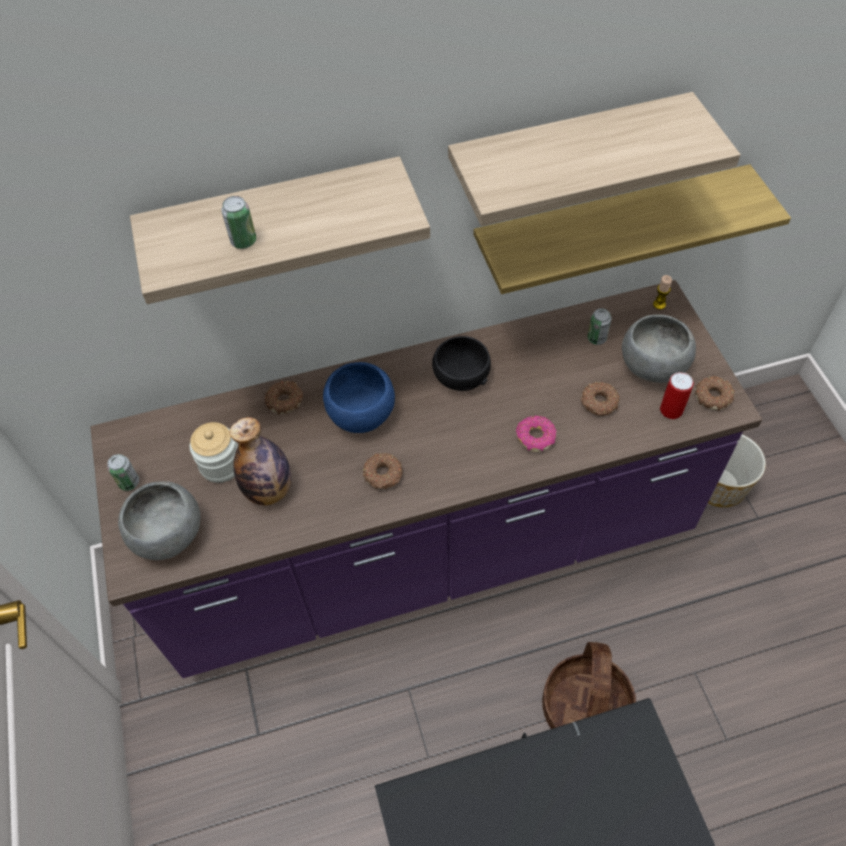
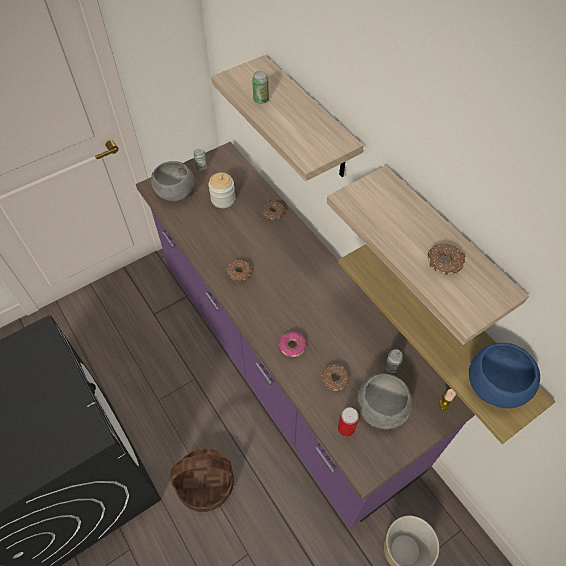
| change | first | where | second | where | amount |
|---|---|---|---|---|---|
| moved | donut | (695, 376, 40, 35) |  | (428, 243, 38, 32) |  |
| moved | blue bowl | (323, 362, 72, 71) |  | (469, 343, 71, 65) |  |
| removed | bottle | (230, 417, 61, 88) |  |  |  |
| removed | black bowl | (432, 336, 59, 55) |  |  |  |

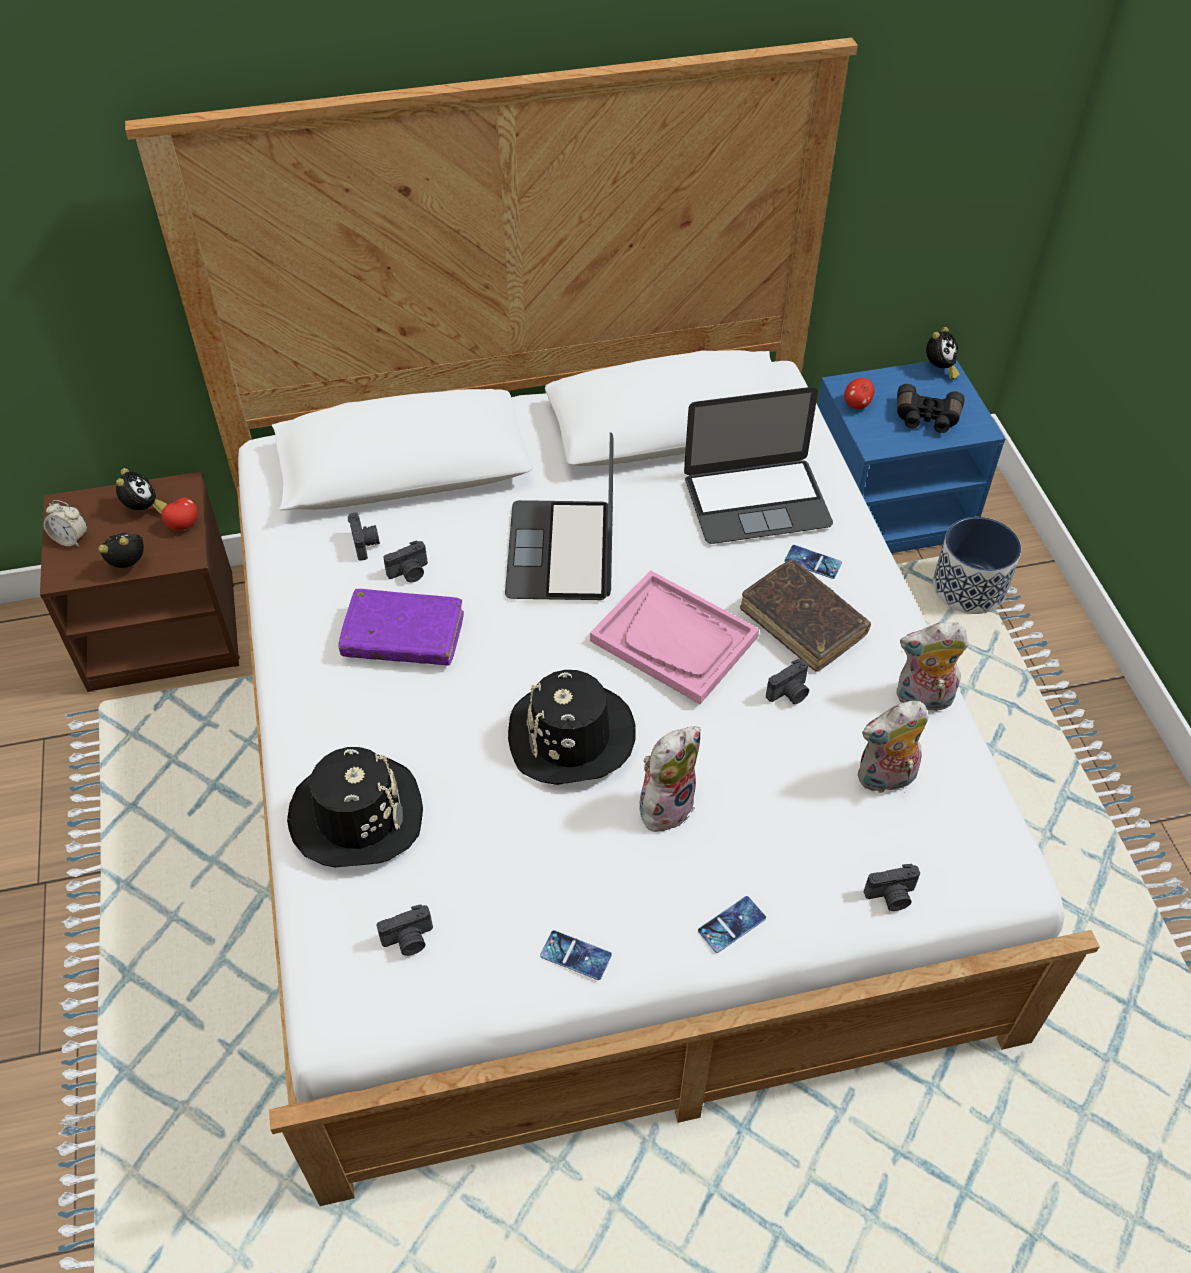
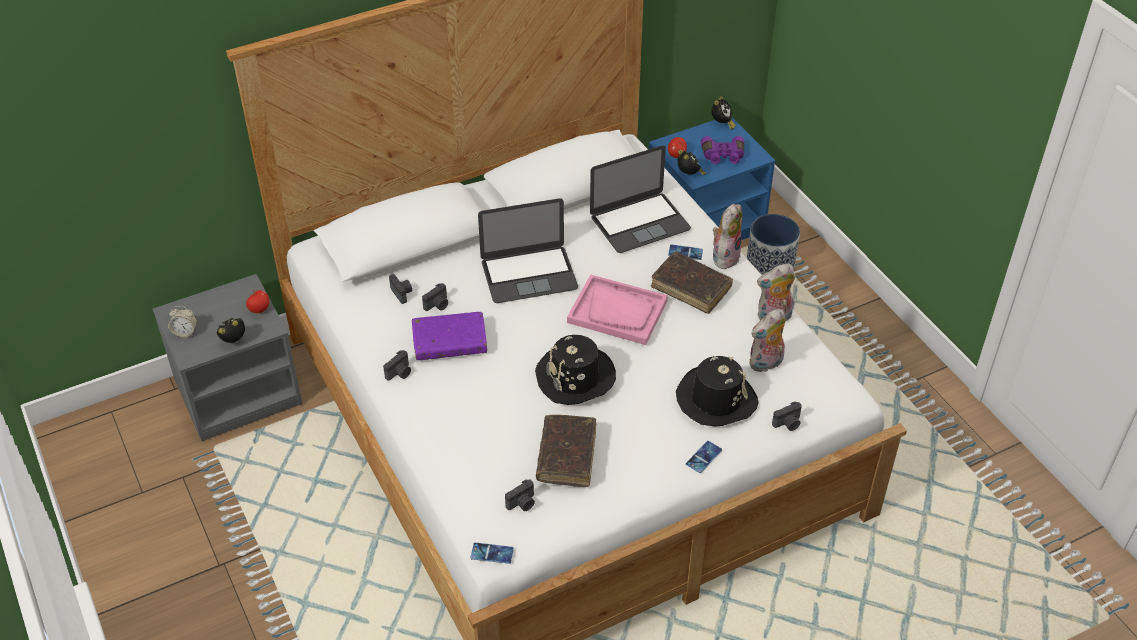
| change | first | where | second | where | amount |
|---|---|---|---|---|---|
| recoloured | brown nightstand | (40, 472, 200, 220) | grey nightstand | (153, 274, 150, 167) |  |
| moved | photo camera | (766, 659, 43, 45) |  | (383, 350, 28, 31) |  |
| moved | phone | (540, 930, 72, 50) |  | (470, 543, 44, 21) |  |
| turned | laptop | (505, 432, 109, 168) |  | (478, 198, 100, 105) | 90 degrees counterclockwise |
| added |  |  | brown book | (536, 415, 60, 72) |  |
| moved | black hat | (287, 747, 136, 120) |  | (676, 356, 83, 71) |  |
| moved | alarm clock | (116, 468, 51, 47) |  | (677, 150, 29, 25) |  |
| recoloured | black binoculars | (897, 384, 67, 49) | purple binoculars | (701, 136, 43, 28) |  |
| moved | plush toy | (639, 726, 61, 106) |  | (713, 204, 29, 65) |  |

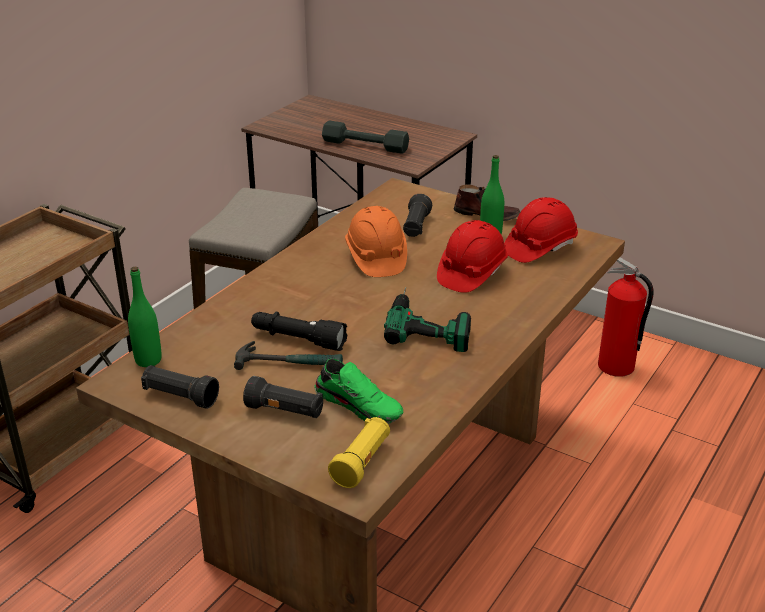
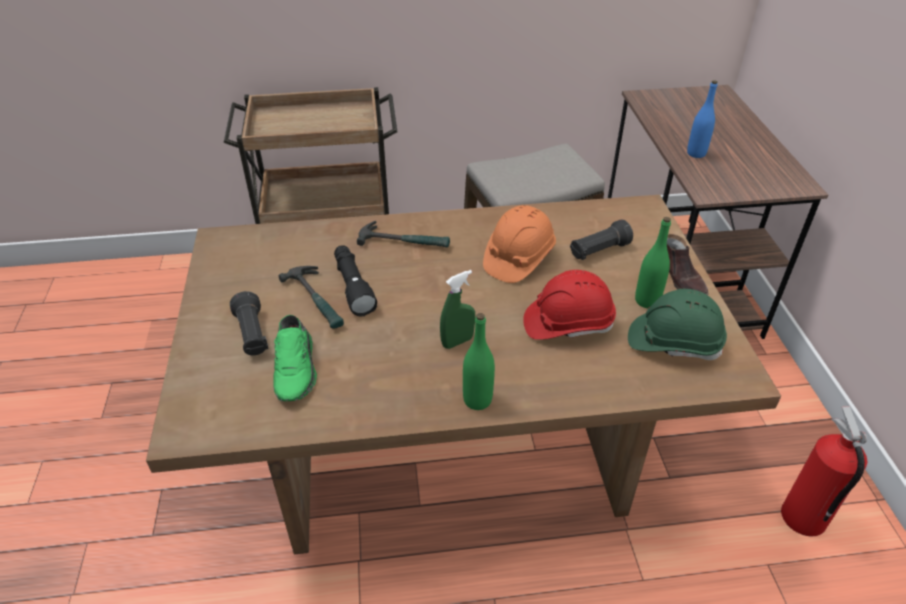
| change | first | where | second | where | amount |
|---|---|---|---|---|---|
| added |  |  | hammer | (357, 221, 93, 27) |  |
| replaced | power drill | (384, 287, 87, 65) | green spray bottle | (440, 270, 35, 79) |  |
| moved | green bottle | (128, 267, 34, 100) |  | (463, 313, 32, 97) |  |
| recoloured | red hard hat | (504, 197, 74, 66) | green hard hat | (628, 289, 99, 71) |  |
| replaced | grey dumbbell | (322, 121, 87, 33) | blue bottle | (687, 80, 31, 78) |  |
| removed | black flashlight | (141, 365, 78, 44) |  |  |  |
| removed | yellow flashlight | (328, 417, 62, 71) |  |  |  |

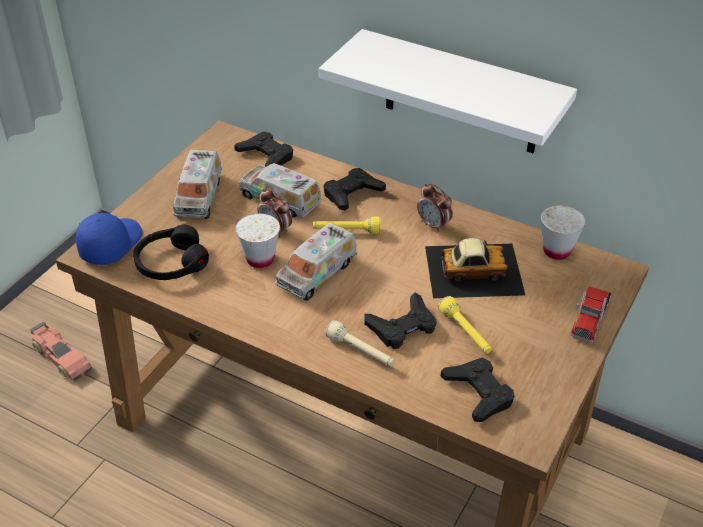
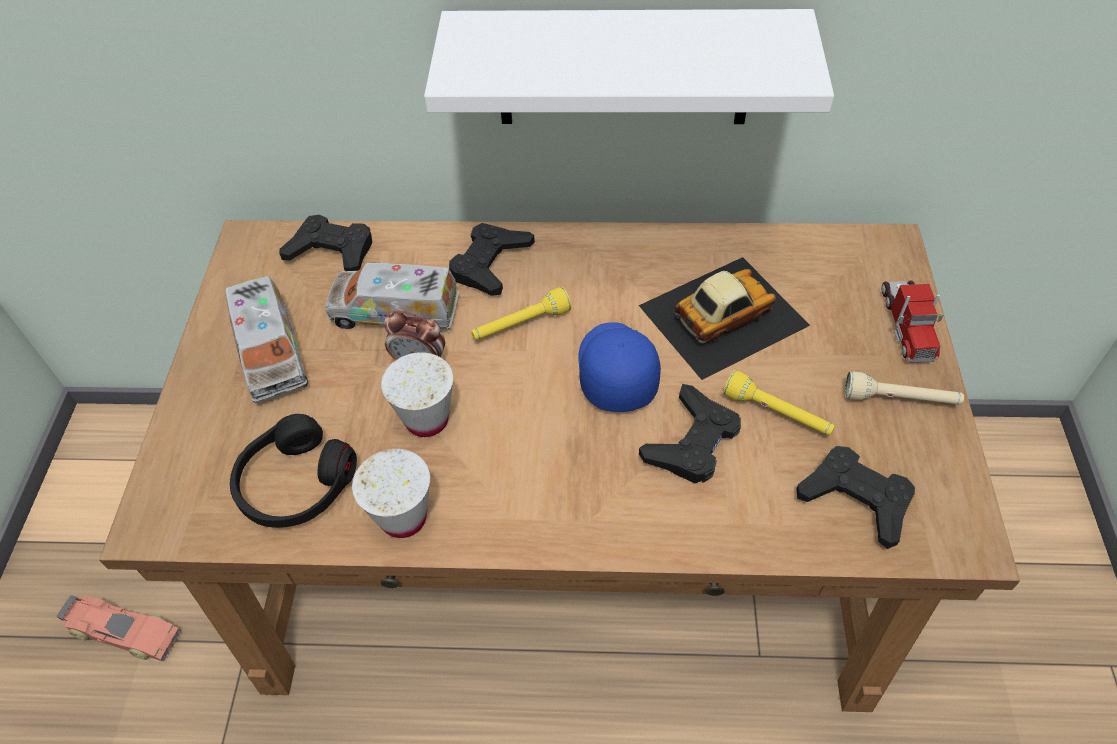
| change | first | where | second | where | amount |
|---|---|---|---|---|---|
| moved | white cup | (541, 206, 44, 54) |  | (352, 449, 78, 89) |  |
| moved | blue cap | (76, 213, 66, 52) |  | (578, 322, 83, 90) |  |
| moved | beige flashlight | (325, 320, 70, 46) |  | (845, 371, 119, 34) |  |
| removed | toy truck | (275, 223, 82, 78) |  |  |  |
| removed | alarm clock | (417, 183, 36, 50) |  |  |  |

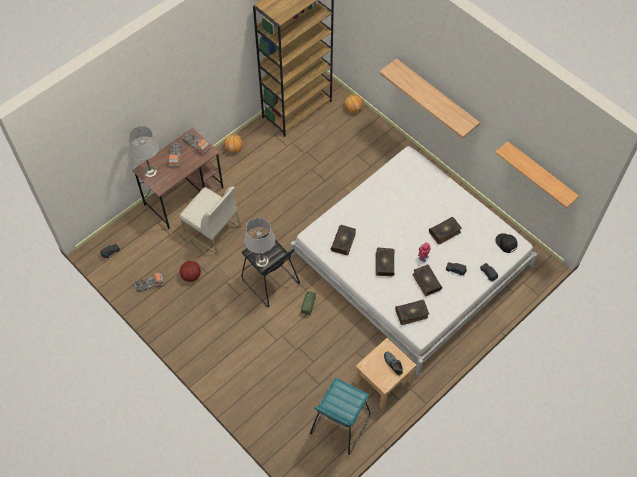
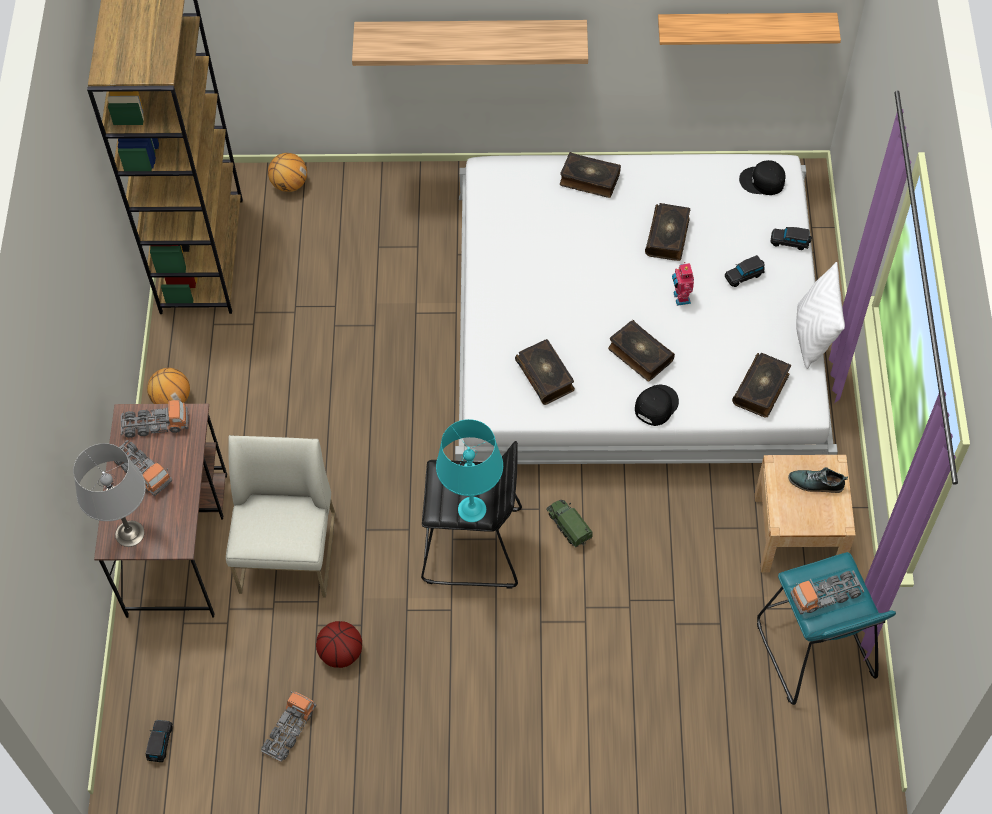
| change | first | where | second | where | amount |
|---|---|---|---|---|---|
| turned | white chair | (179, 186, 62, 69) |  | (226, 435, 109, 163) | 75 degrees counterclockwise |
| recoloured | grey table lamp | (244, 218, 31, 49) | turquoise table lamp | (436, 419, 67, 103) |  |
| moved | book | (412, 264, 30, 32) |  | (560, 152, 61, 46) |  |
| added |  |  | black cap | (635, 385, 44, 41) |  |
| added |  |  | toy truck | (790, 570, 75, 44) |  |
| added |  |  | white pillow | (796, 262, 49, 107) |  |

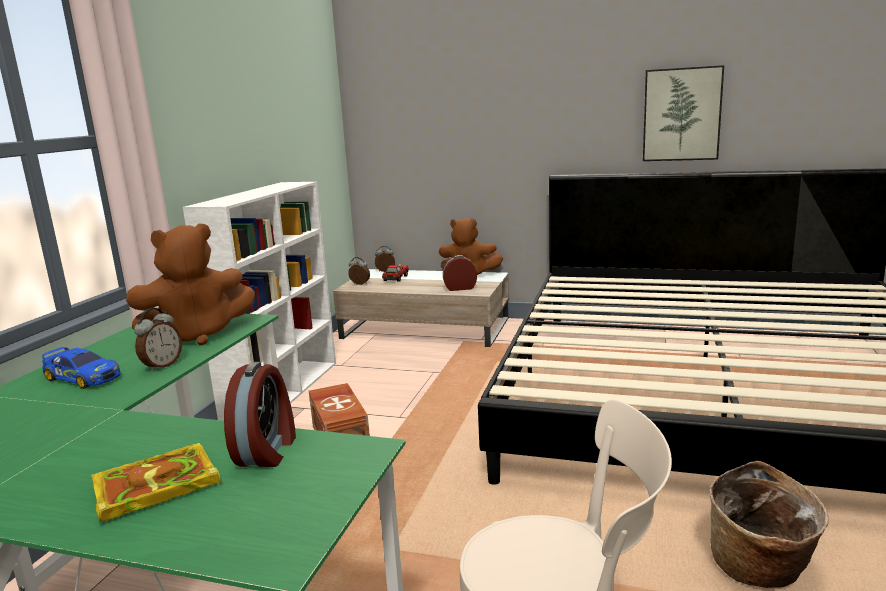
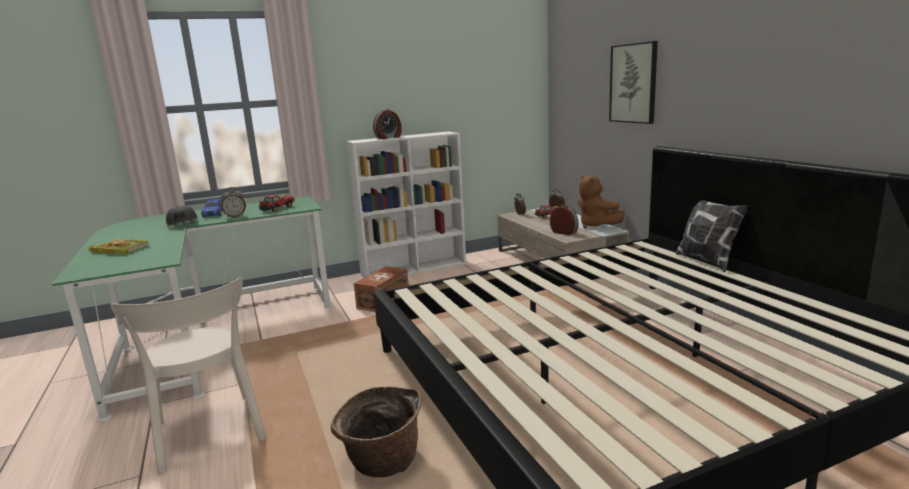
| change | first | where | second | where | amount |
|---|---|---|---|---|---|
| added |  |  | grey cap | (166, 206, 32, 21) |  |
| replaced | brown plush toy | (126, 224, 129, 121) | toy car | (259, 195, 36, 17) |  |
| moved | alarm clock | (224, 362, 72, 105) |  | (373, 109, 29, 30) |  |
| moved | picture | (643, 65, 81, 96) |  | (609, 41, 49, 83) |  |
| added |  |  | pillow | (676, 200, 72, 72) |  |

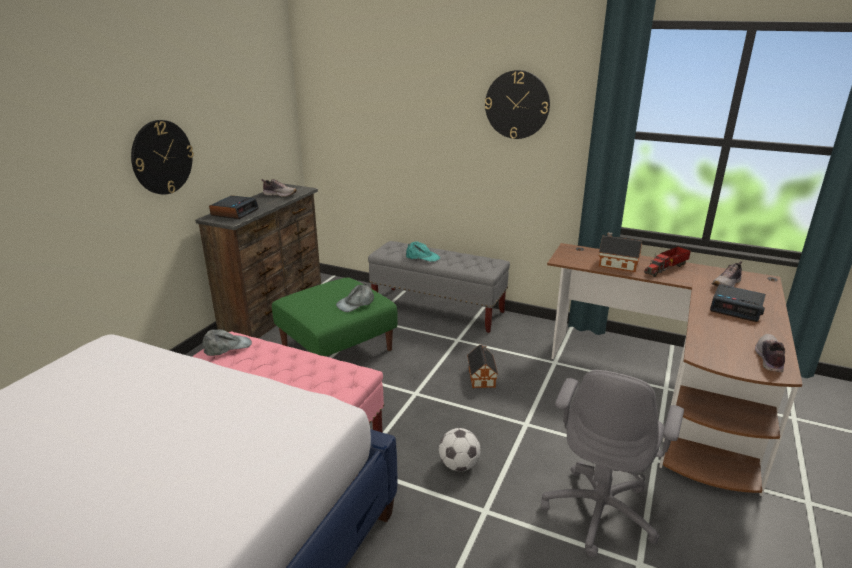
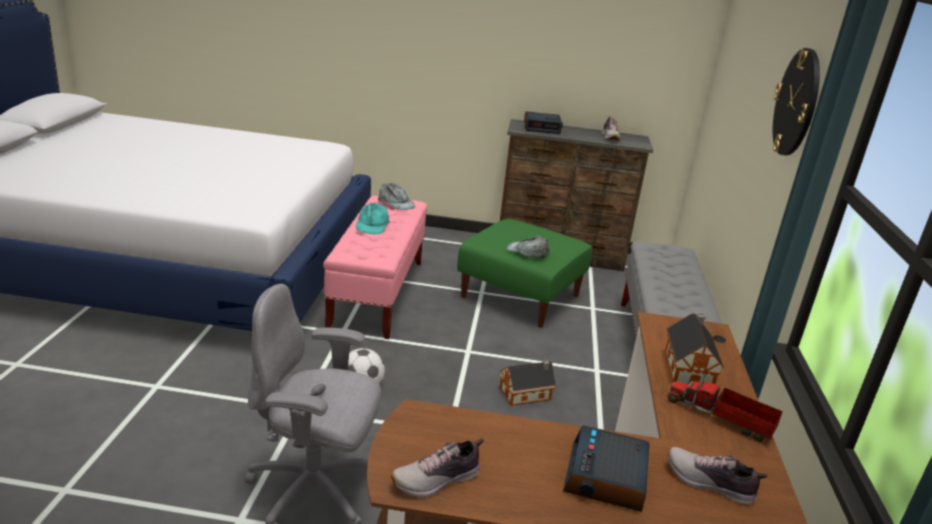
| change | first | where | second | where | amount |
|---|---|---|---|---|---|
| moved | turquoise cap | (406, 241, 34, 21) |  | (356, 202, 34, 32) |  |
| turned | shoe | (755, 334, 30, 38) |  | (391, 438, 93, 60) | 150 degrees clockwise |
| removed | wall clock | (131, 120, 63, 75) |  |  |  |

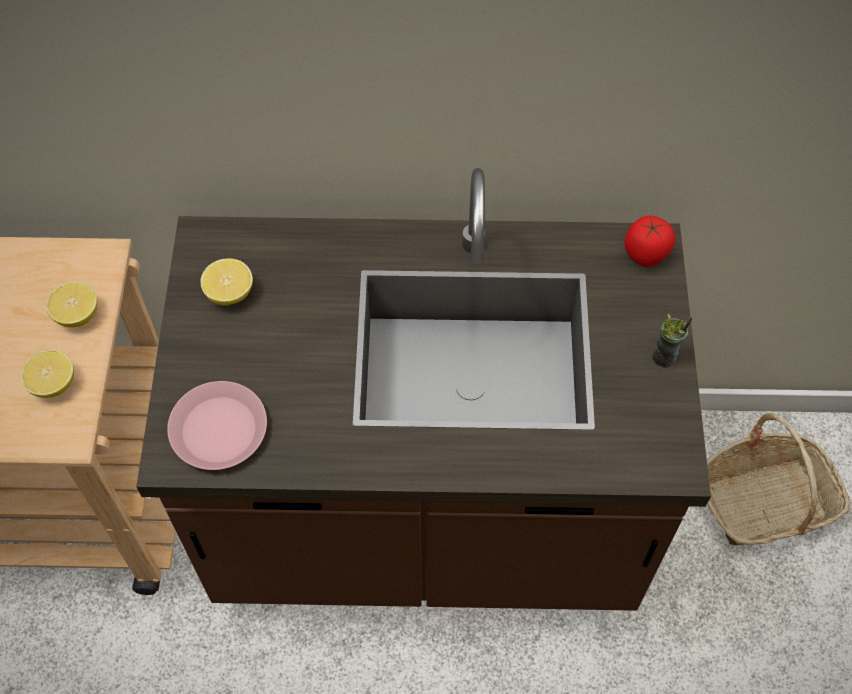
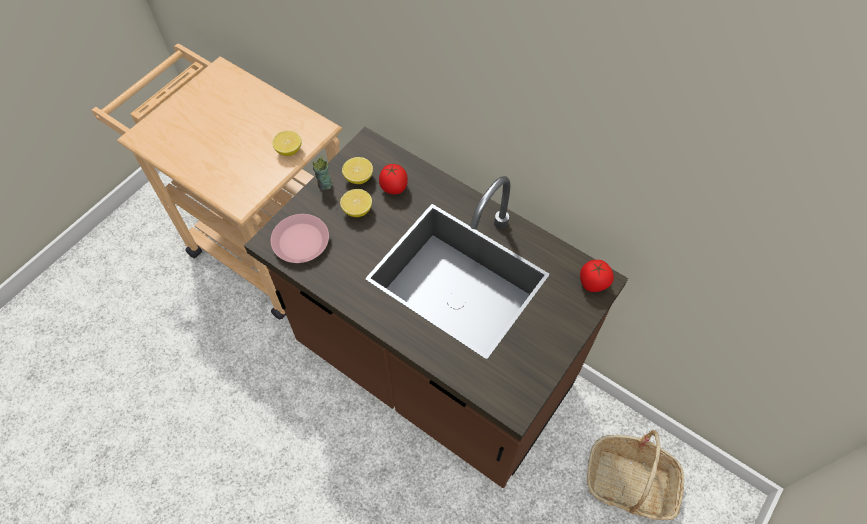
| change | first | where | second | where | amount |
|---|---|---|---|---|---|
| moved | cup | (652, 314, 41, 54) |  | (313, 156, 19, 34) |  |
| moved | lemon | (20, 350, 54, 48) |  | (340, 189, 32, 28) |  |
| added |  |  | tomato | (379, 164, 29, 31) |  |

